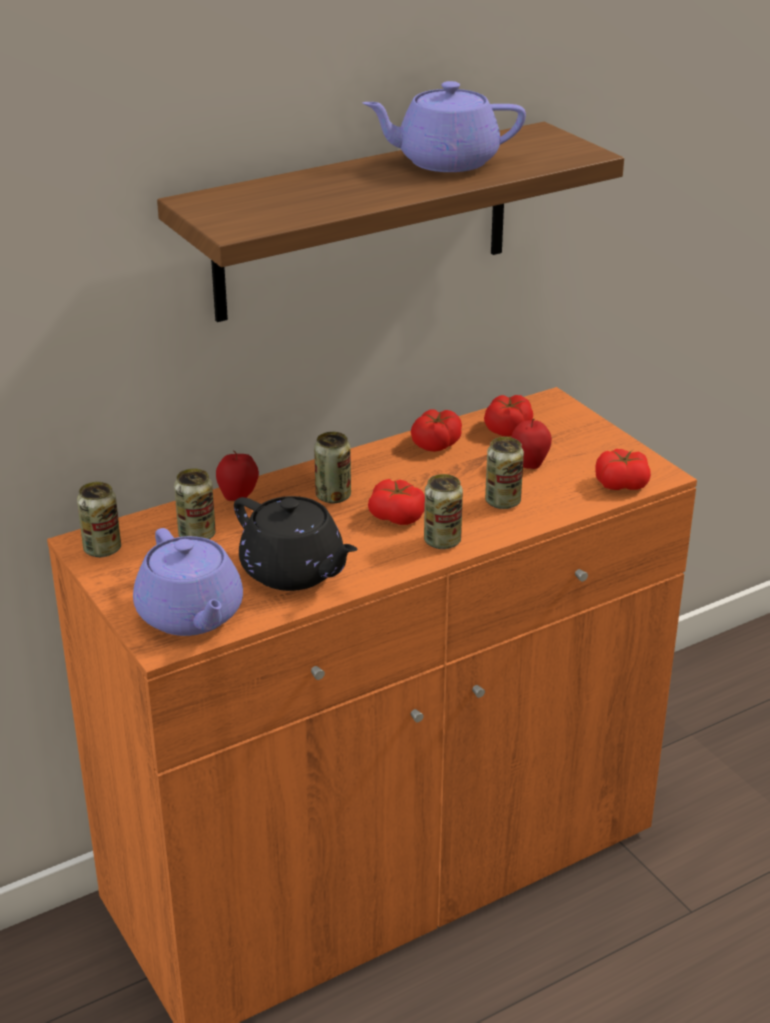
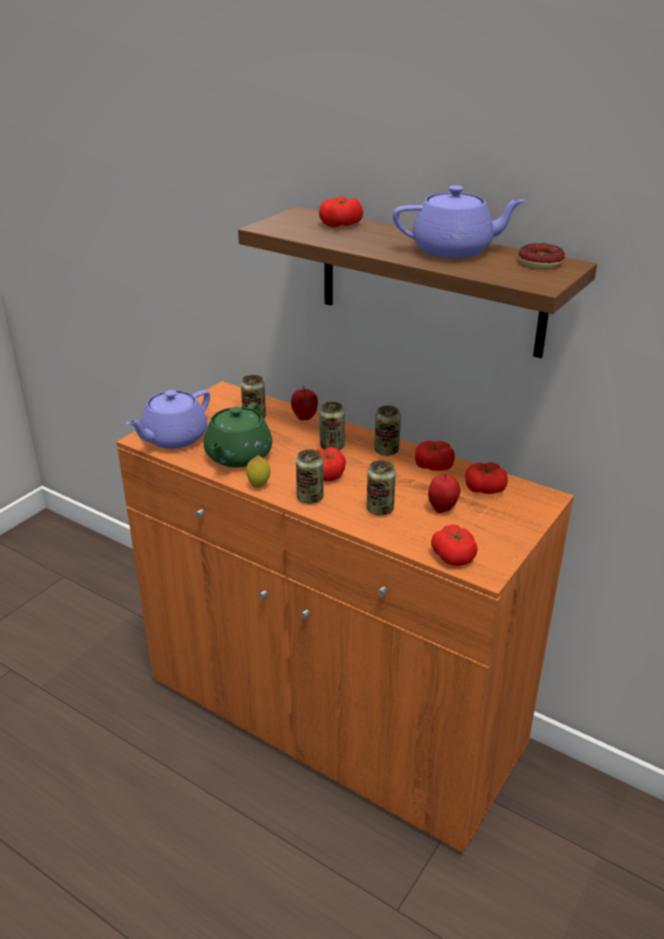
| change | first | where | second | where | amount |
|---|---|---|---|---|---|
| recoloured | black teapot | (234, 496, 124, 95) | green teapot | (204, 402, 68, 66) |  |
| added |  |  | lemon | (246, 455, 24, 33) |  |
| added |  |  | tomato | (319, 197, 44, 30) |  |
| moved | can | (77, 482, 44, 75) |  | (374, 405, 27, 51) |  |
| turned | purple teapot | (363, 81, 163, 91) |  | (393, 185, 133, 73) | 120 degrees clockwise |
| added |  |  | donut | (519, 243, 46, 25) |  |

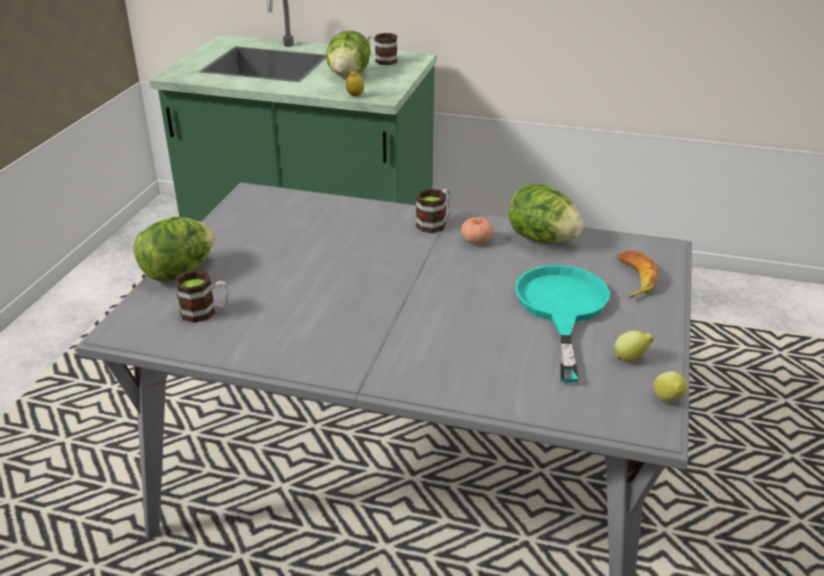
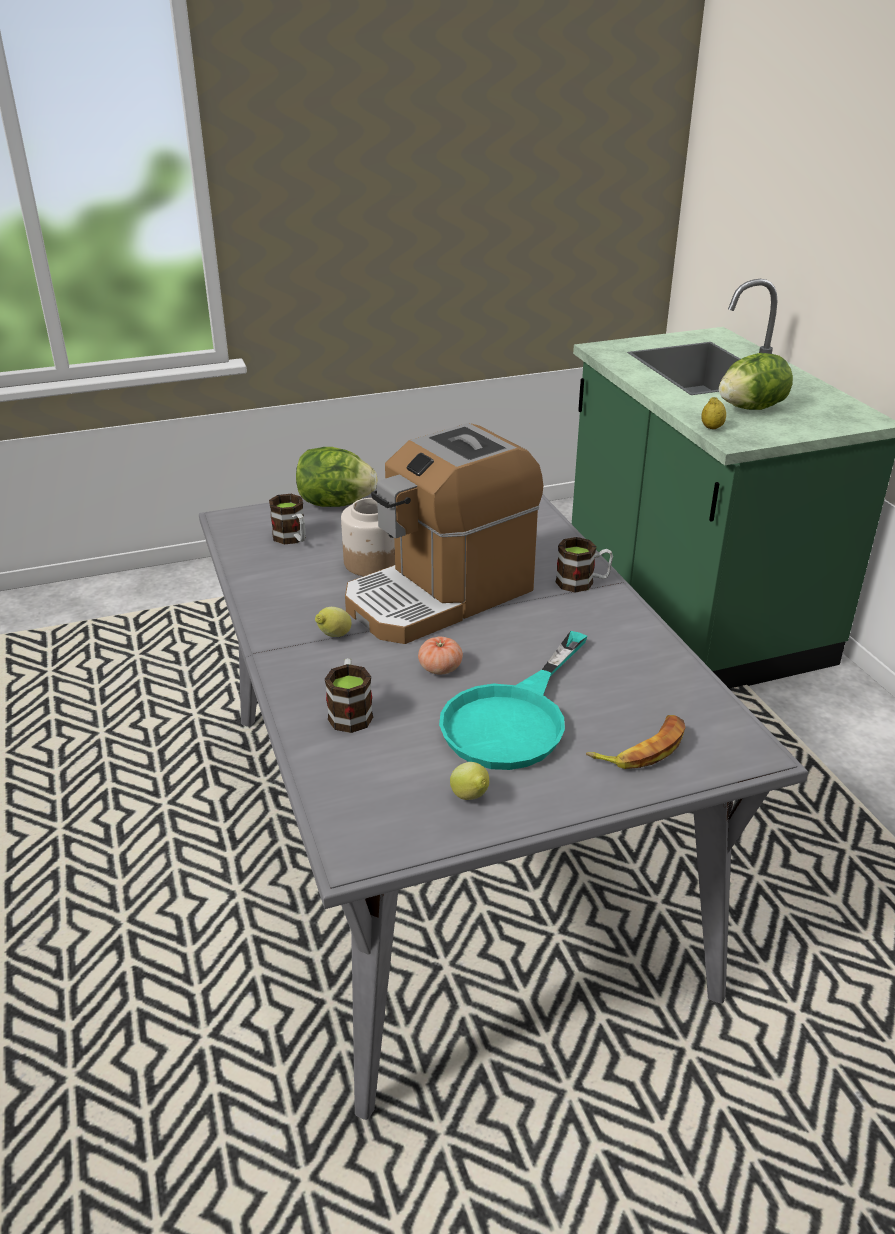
| change | first | where | second | where | amount |
|---|---|---|---|---|---|
| moved | lemon | (654, 371, 33, 31) |  | (315, 607, 37, 30) |  |
| moved | mug | (367, 33, 31, 32) |  | (325, 658, 48, 75) |  |
| added |  |  | jar | (341, 498, 54, 78) |  |
| added |  |  | coffee machine | (345, 423, 198, 221) |  |
| moved | tomato | (461, 217, 33, 27) |  | (418, 636, 45, 39) |  |
| turned | turquoise frying pan | (515, 265, 95, 118) |  | (439, 631, 149, 139) | 150 degrees clockwise |
| removed | lettuce | (508, 184, 75, 60) |  |  |  |

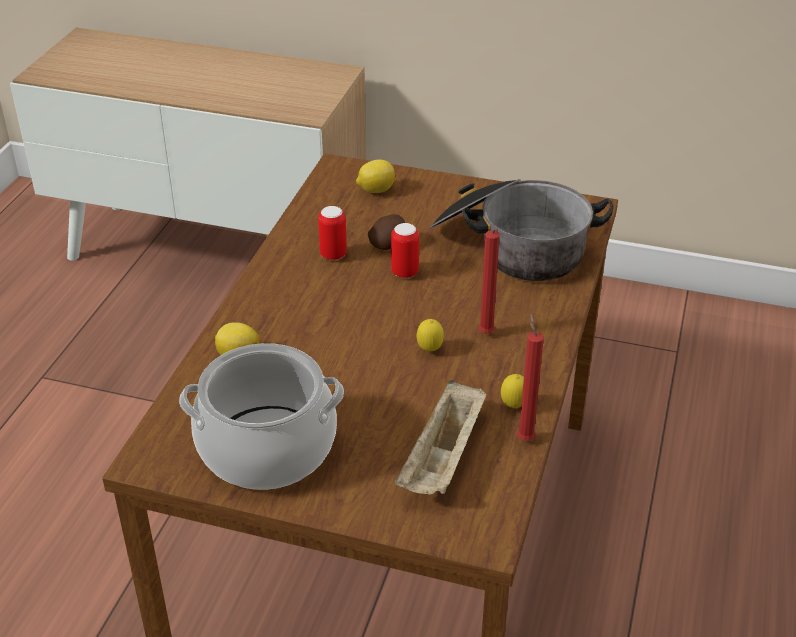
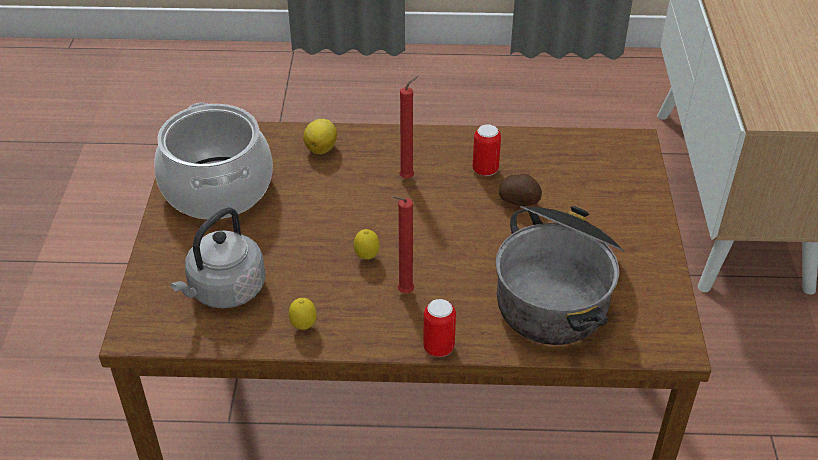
| change | first | where | second | where | amount |
|---|---|---|---|---|---|
| replaced | beige tray | (396, 380, 90, 115) | grey kettle | (171, 207, 95, 101) |  |
| moved | red candle | (517, 314, 27, 127) |  | (399, 76, 19, 102) |  |
| moved | can | (391, 223, 28, 55) |  | (423, 299, 33, 58) |  |
| removed | lemon | (356, 160, 39, 33) |  |  |  |

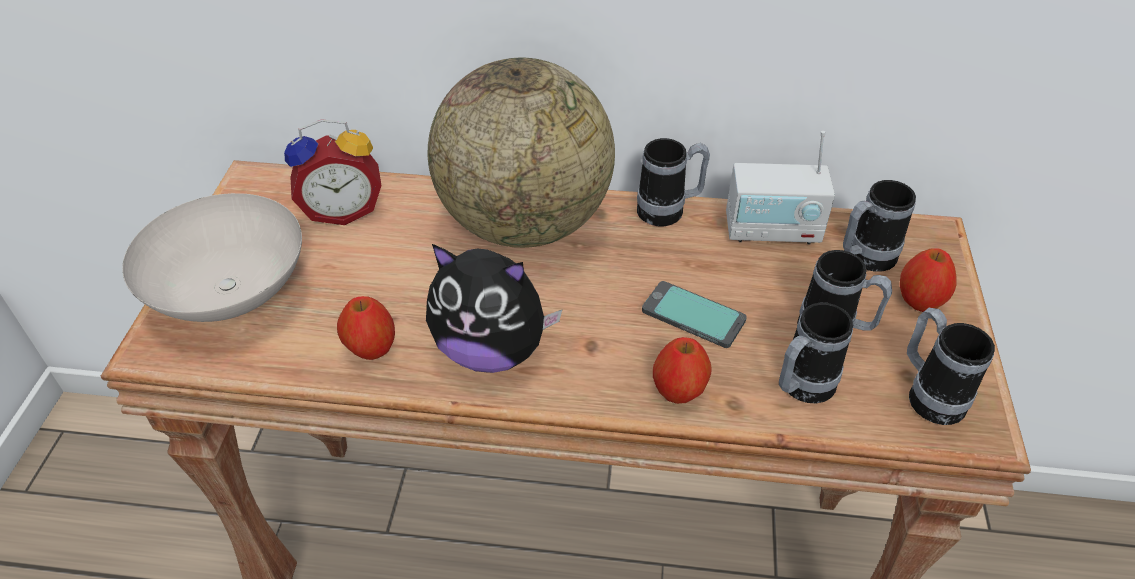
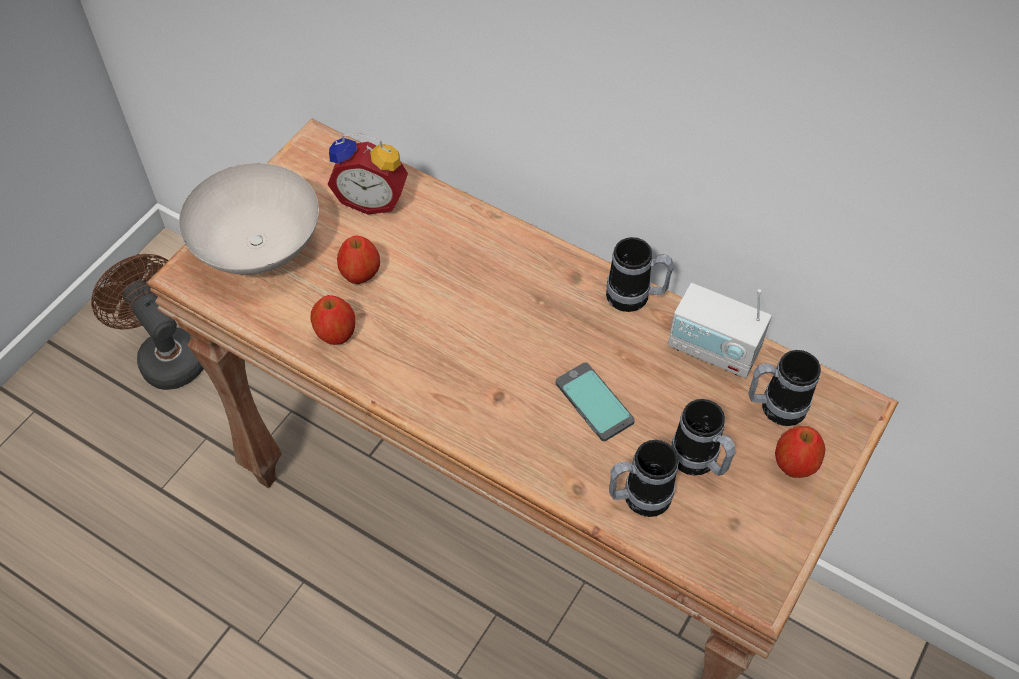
| change | first | where | second | where | amount |
|---|---|---|---|---|---|
| added |  |  | brown fan | (91, 254, 113, 136) |  |
| moved | apple | (653, 337, 59, 67) |  | (337, 236, 43, 48) |  |
| removed | plush toy | (426, 244, 136, 129) |  |  |  |
| removed | globe | (428, 58, 187, 190) |  |  |  |
| removed | mug | (907, 308, 88, 117) |  |  |  |

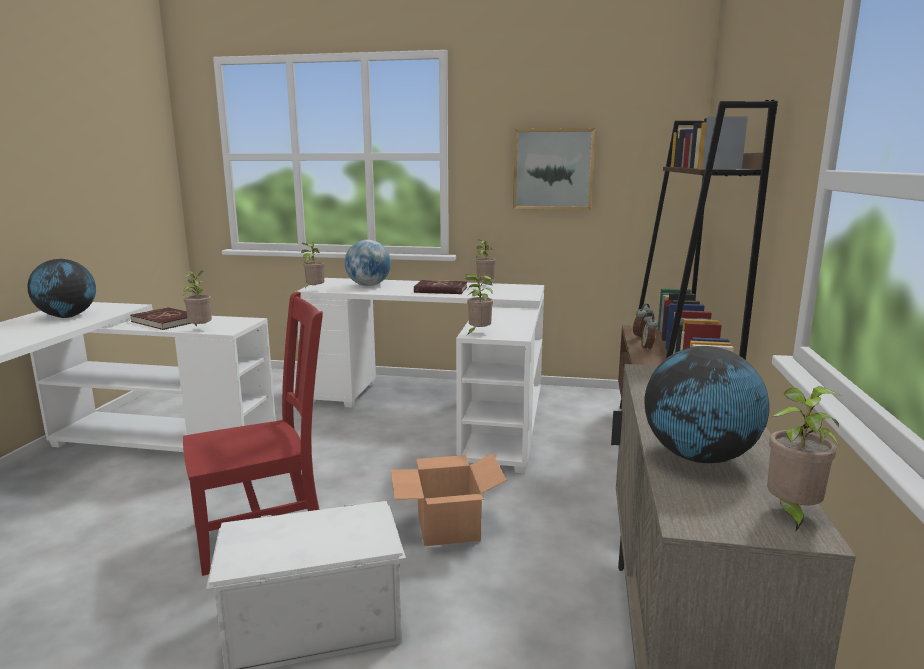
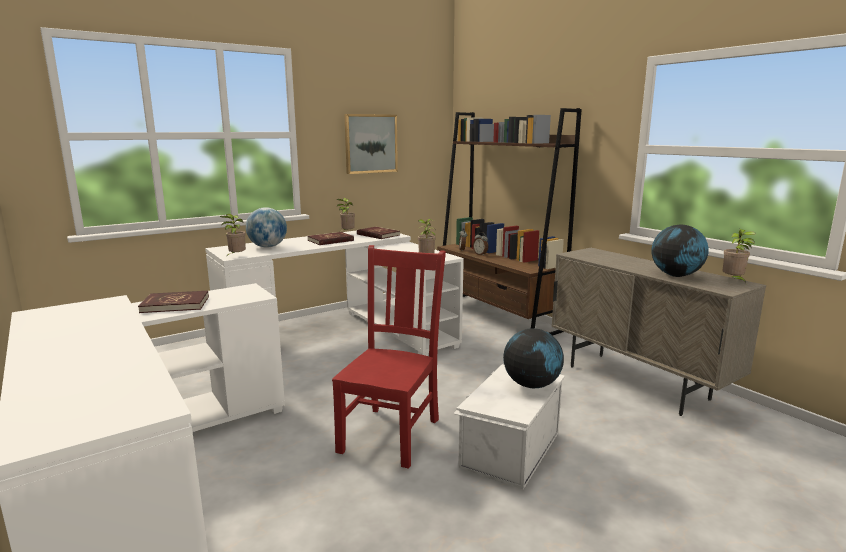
| change | first | where | second | where | amount |
|---|---|---|---|---|---|
| added |  |  | red book | (357, 227, 43, 12) |  |
| moved | globe | (27, 259, 69, 59) |  | (503, 328, 61, 60) |  |
| removed | potted plant | (183, 270, 29, 56) |  |  |  |
| removed | cardboard box | (391, 453, 116, 93) |  |  |  |

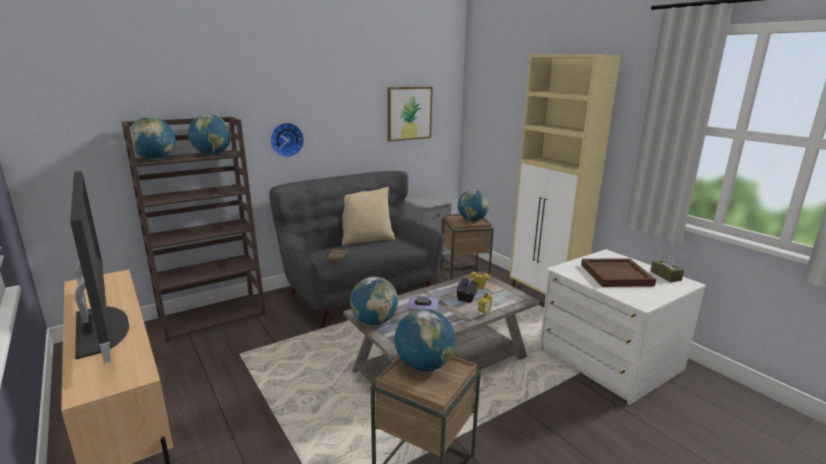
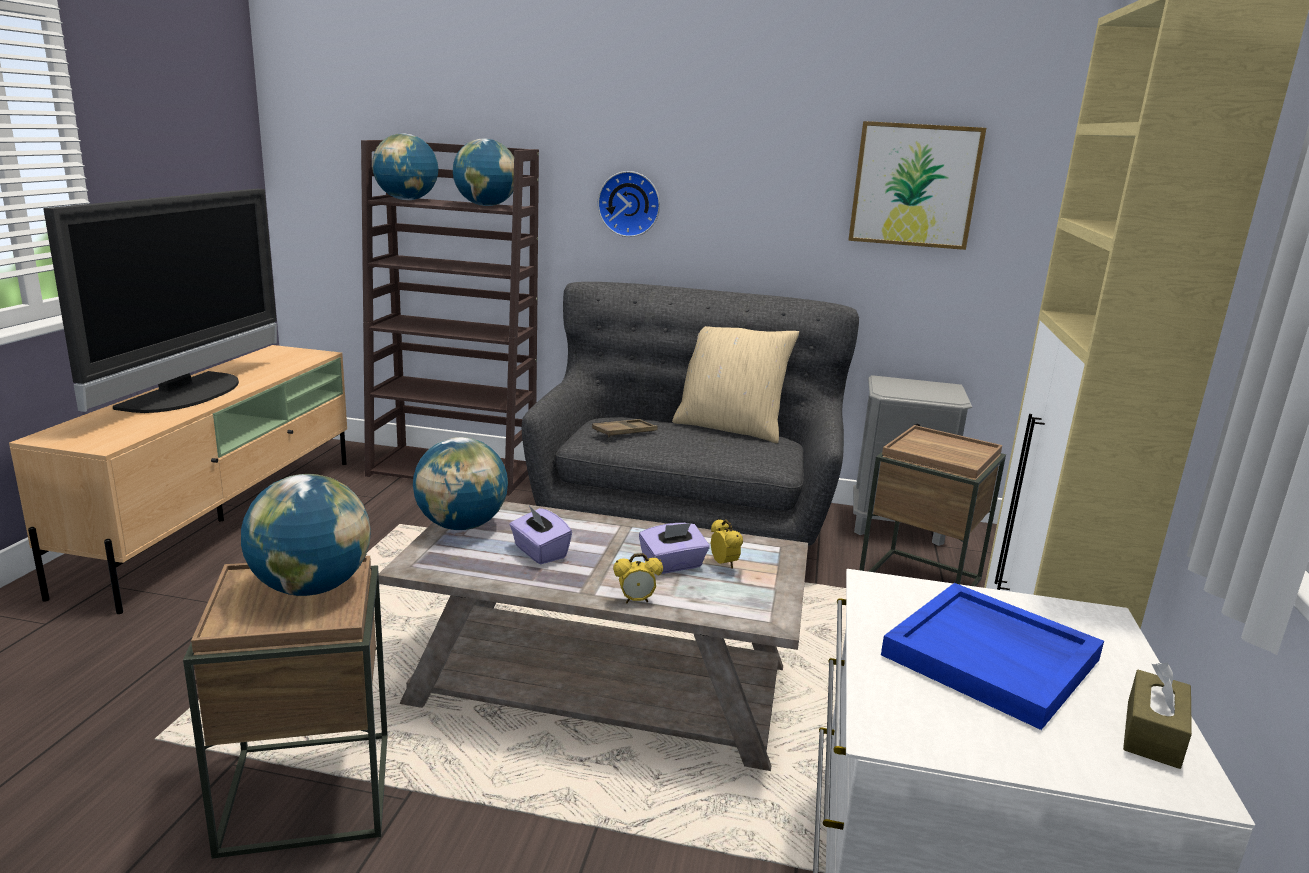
| change | first | where | second | where | amount |
|---|---|---|---|---|---|
| recoloured | black tissue box | (457, 278, 22, 25) | purple tissue box | (639, 523, 71, 51) |  |
| recoloured | brown tray | (581, 258, 75, 29) | blue tray | (881, 583, 223, 147) |  |
| removed | globe | (458, 190, 31, 31) |  |  |  |

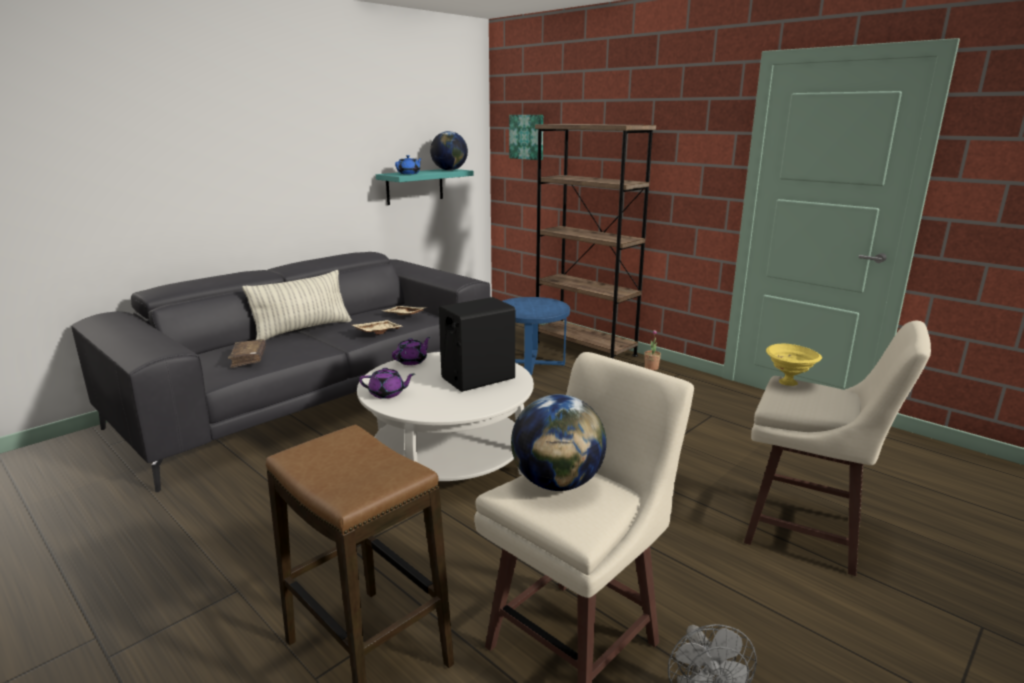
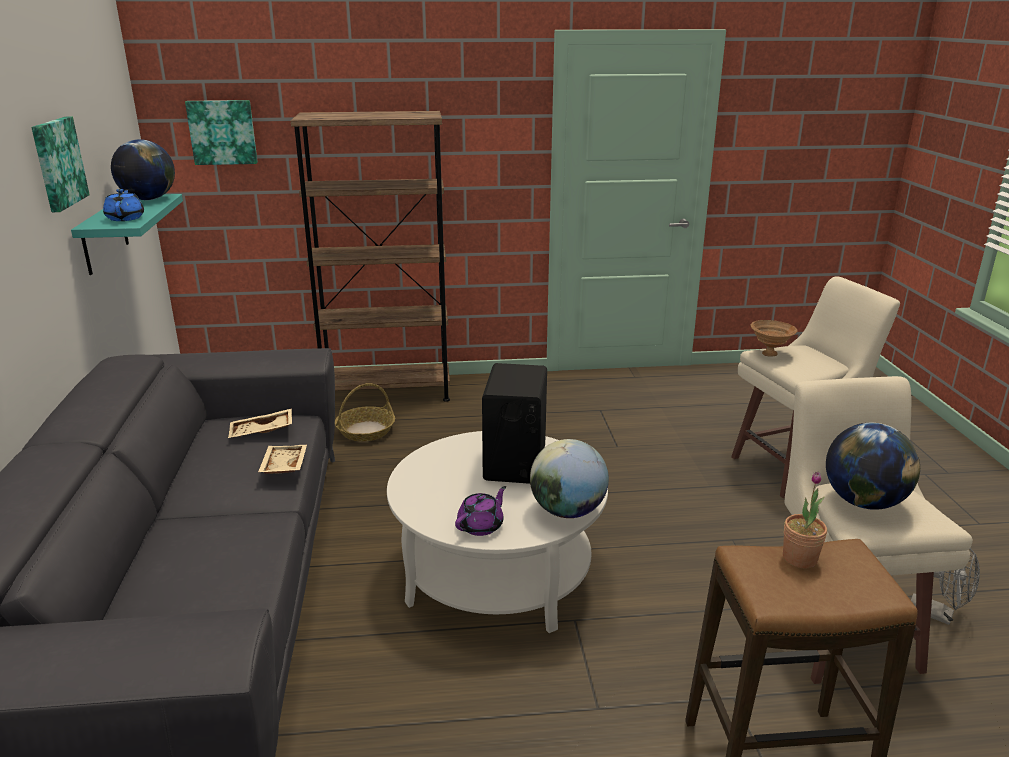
| change | first | where | second | where | amount |
|---|---|---|---|---|---|
| added |  |  | picture | (31, 117, 59, 95) |  |
| replaced | blue side table | (503, 297, 67, 79) | basket | (335, 383, 60, 58) |  |
| added |  |  | globe | (530, 439, 79, 79) |  |
| recoloured | yellow bowl | (766, 344, 56, 42) | brown bowl | (751, 320, 46, 37) |  |
| moved | potted plant | (644, 330, 17, 41) |  | (783, 472, 44, 96) |  |
| removed | brown book | (228, 339, 38, 29) |  |  |  |
| removed | pillow | (242, 270, 110, 70) |  |  |  |
| removed | purple teapot | (392, 337, 38, 28) |  |  |  |

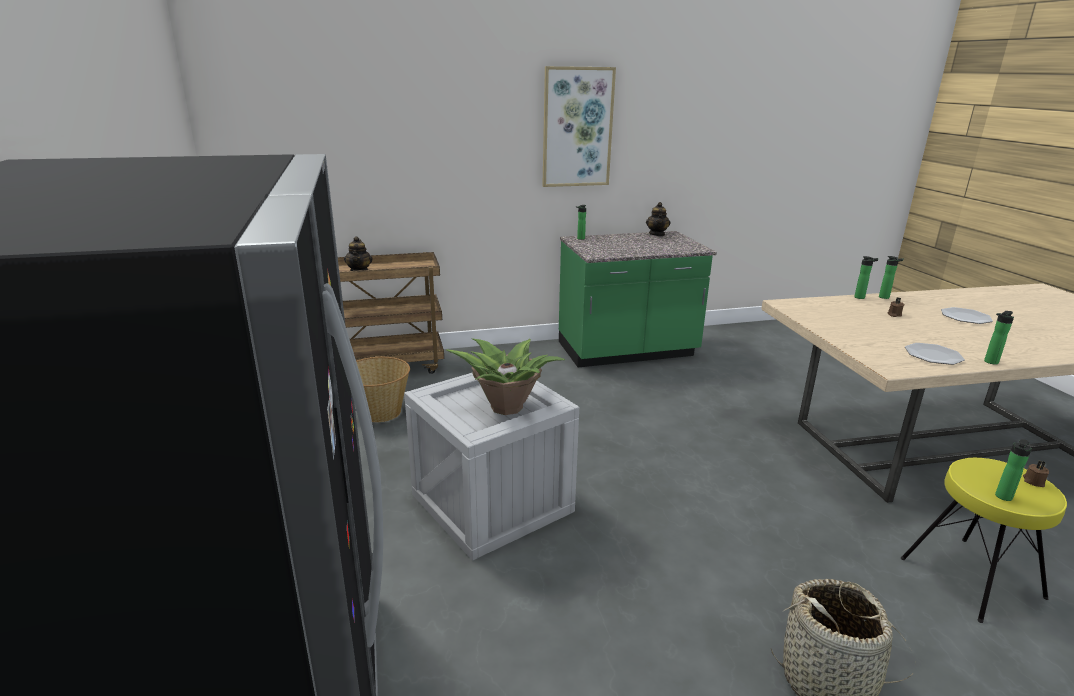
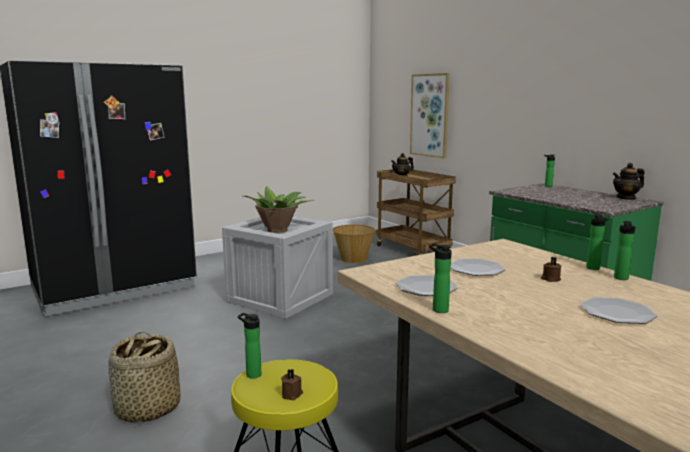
| change | first | where | second | where | amount |
|---|---|---|---|---|---|
| moved | picture | (542, 66, 74, 121) |  | (410, 73, 40, 85) |  |
| added |  |  | plate | (451, 259, 54, 17) |  |

